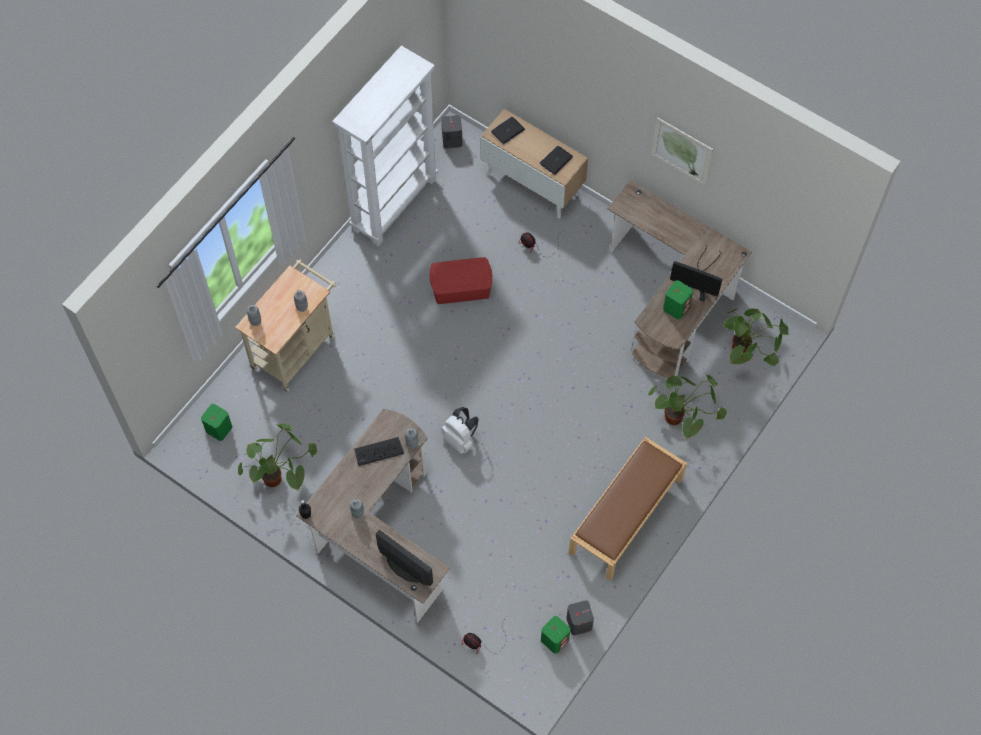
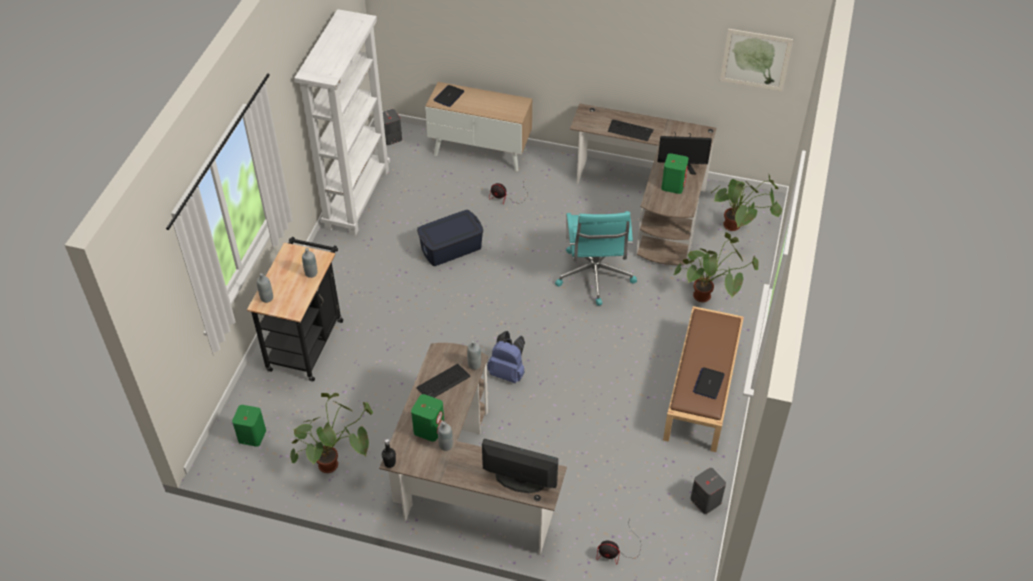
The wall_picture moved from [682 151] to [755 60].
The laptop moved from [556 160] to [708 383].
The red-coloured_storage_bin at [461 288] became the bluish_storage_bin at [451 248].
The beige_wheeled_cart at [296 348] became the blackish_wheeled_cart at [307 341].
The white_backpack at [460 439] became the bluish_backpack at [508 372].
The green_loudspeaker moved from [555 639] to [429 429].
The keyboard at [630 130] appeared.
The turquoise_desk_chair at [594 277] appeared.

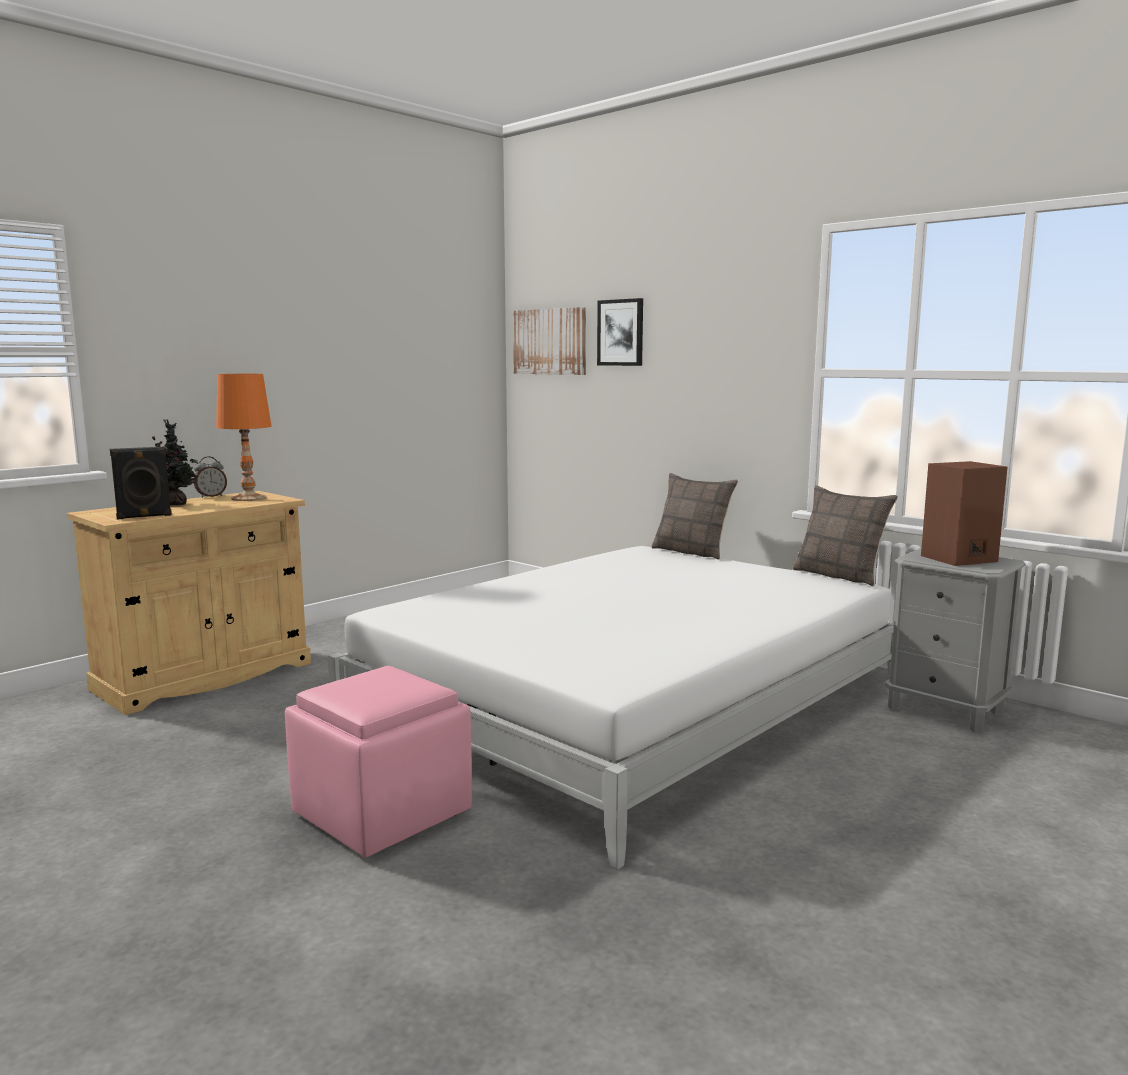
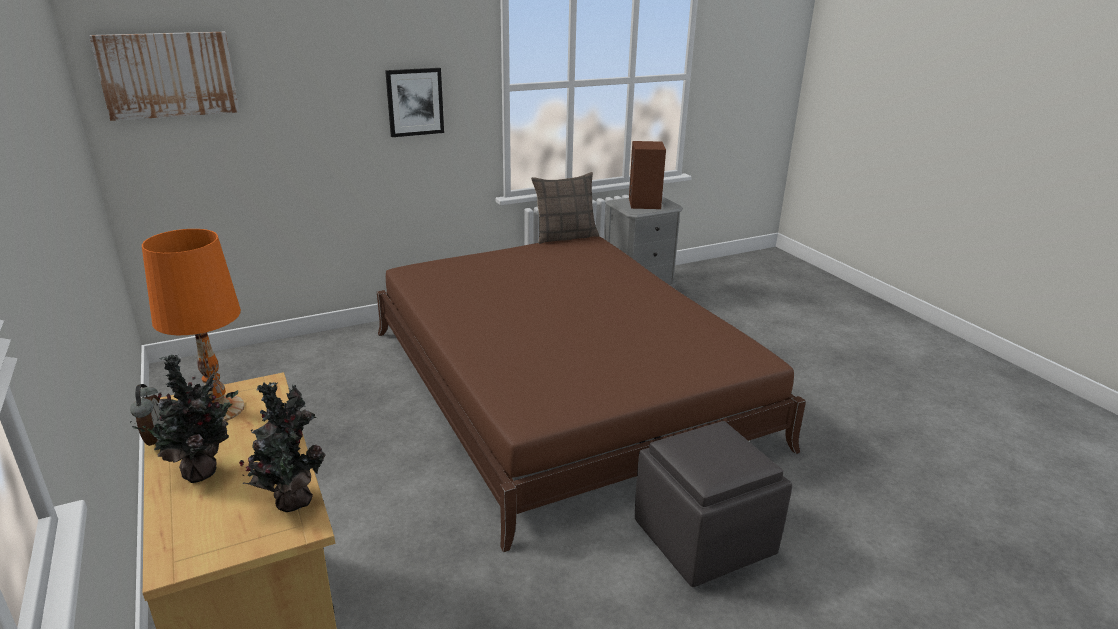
The wall_picture moved from [621 332] to [415 102].
The blackish_loudspeaker at [144 516] was replaced by the houseplant at [291 500].
The cushion at [692 552] disappeared.
The white_bedroom_bed at [630 704] became the brown-coloured_bedroom_bed at [563 386].
The pink_pouffe at [384 813] became the gray_pouffe at [703 537].

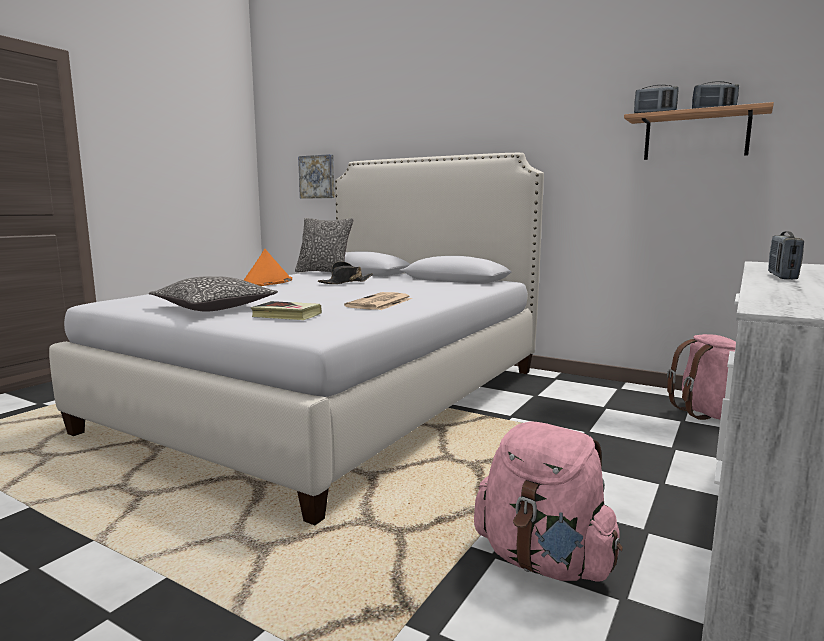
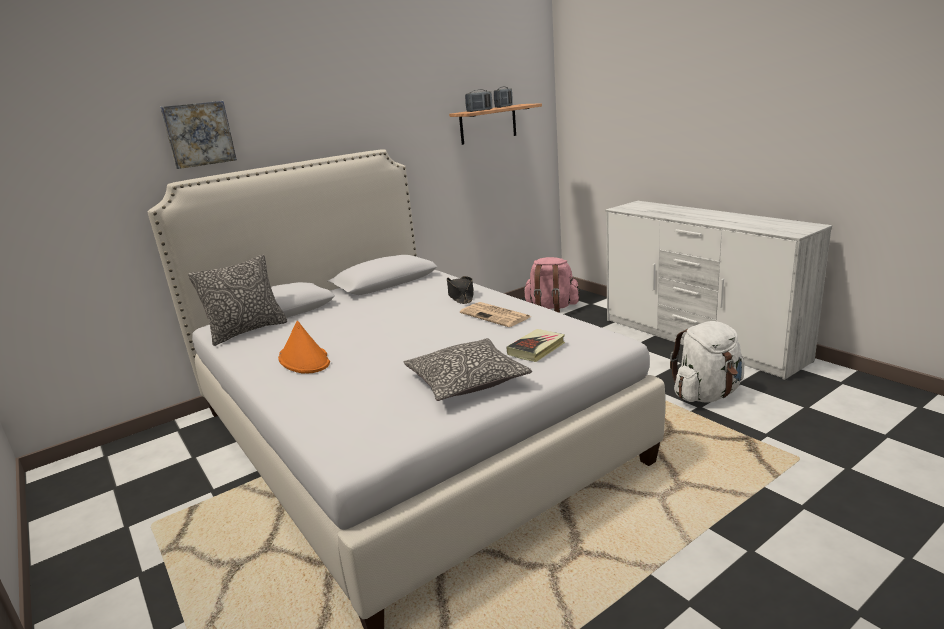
The wall_picture moved from [317 177] to [199 134].
The radio at [782 276] disappeared.
The blackish_clothing_hat moved from [346 282] to [461 296].
The pink_backpack at [543 561] became the white_backpack at [707 394].

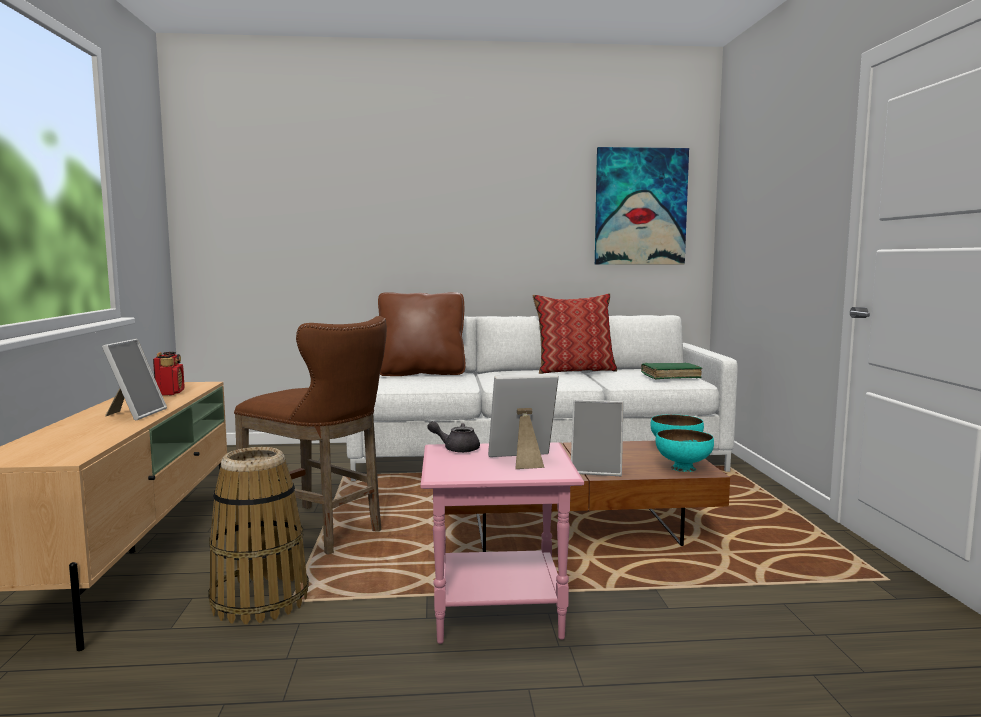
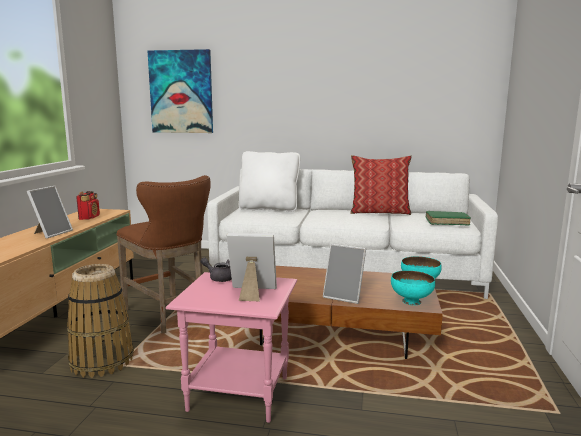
The wall_picture moved from [640 207] to [181 92].
The brown-coloured_cushion at [422 373] became the white_cushion at [269 208].

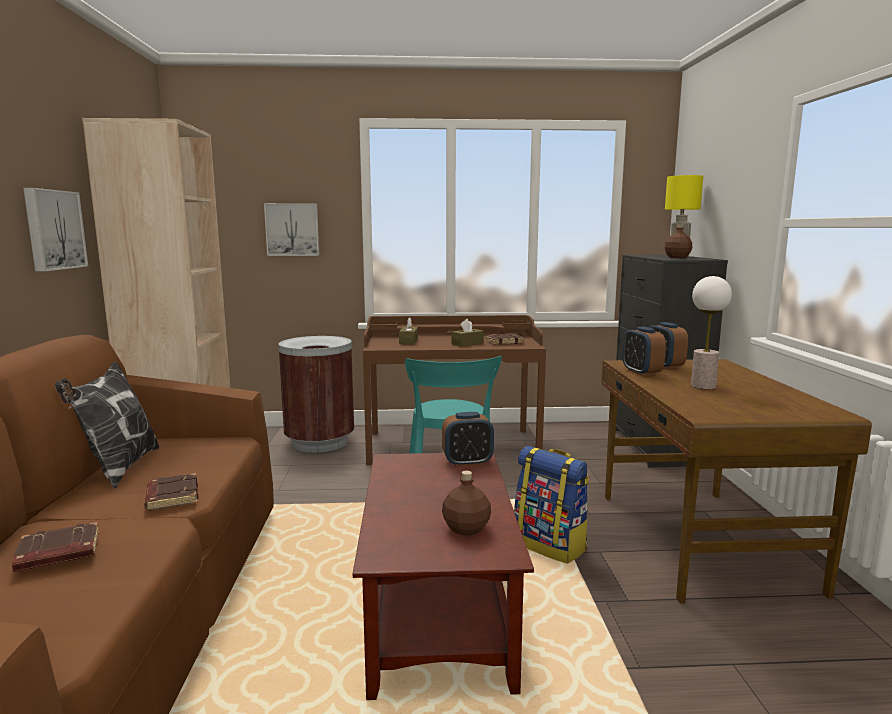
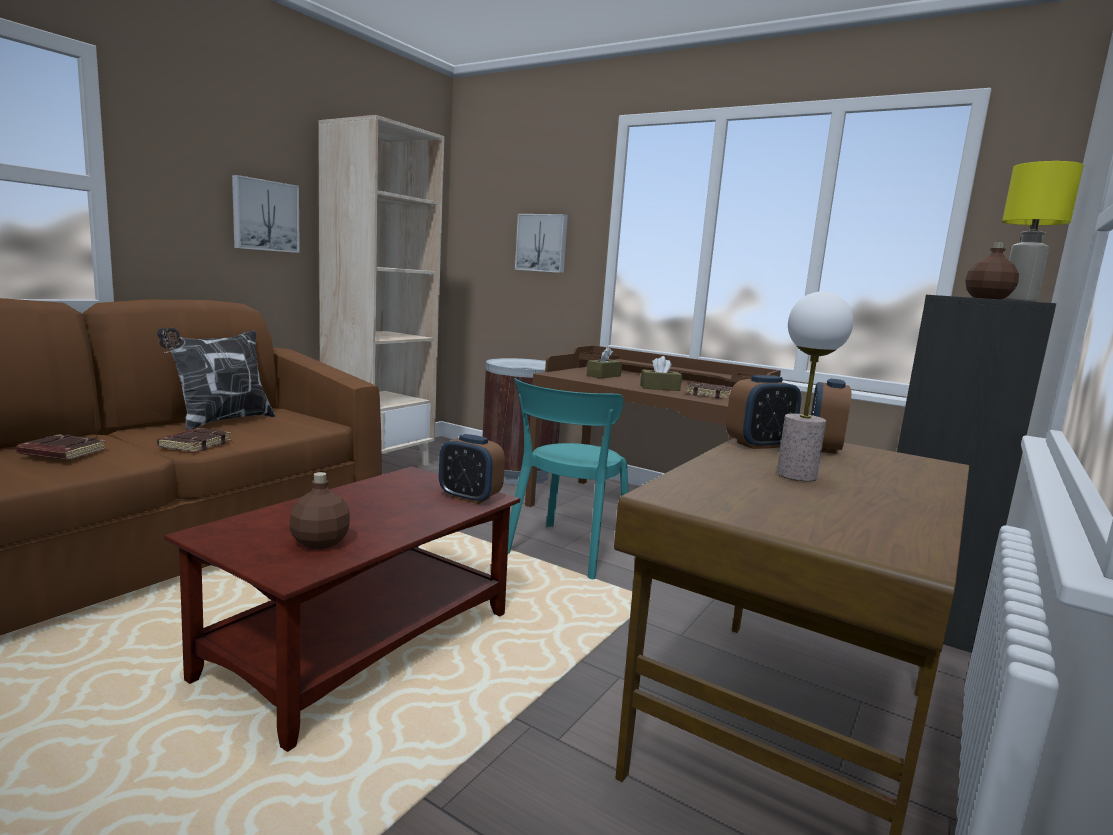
The bedside_clock at [641 372] turned 135 degrees counterclockwise.
The backpack at [550 545] disappeared.

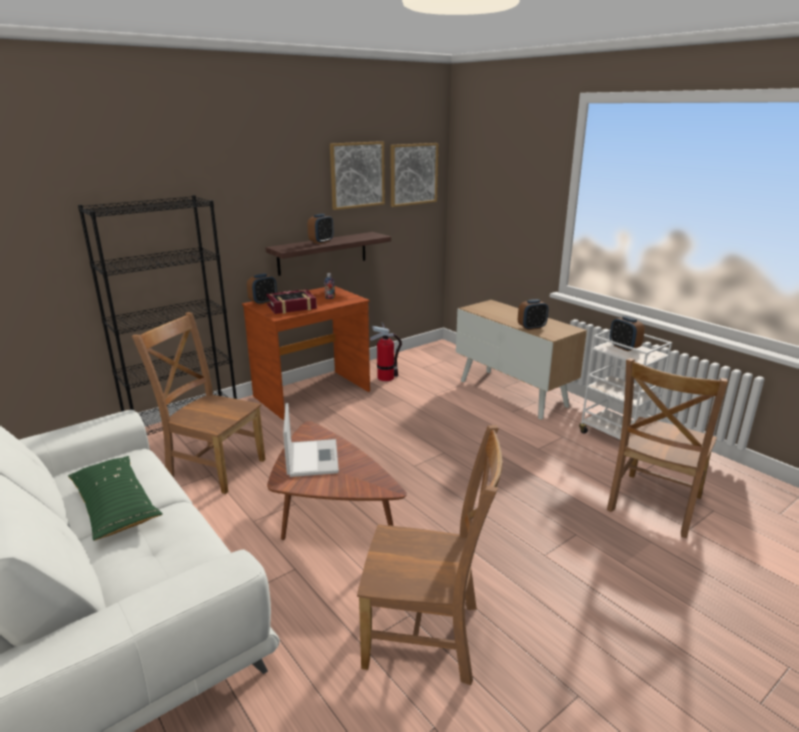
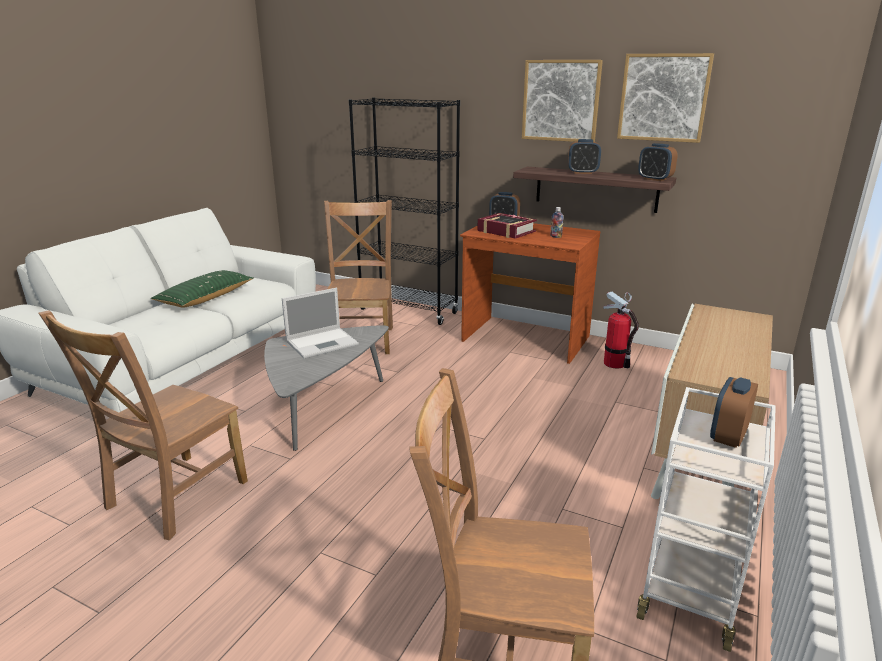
The wall_picture moved from [413 174] to [561 101].
The bedside_clock moved from [531 327] to [655 179].
The brown-coloured_low_table at [330 517] became the gray_low_table at [322 406].
The brown-coloured_upright_chair at [428 637] turned 45 degrees clockwise.

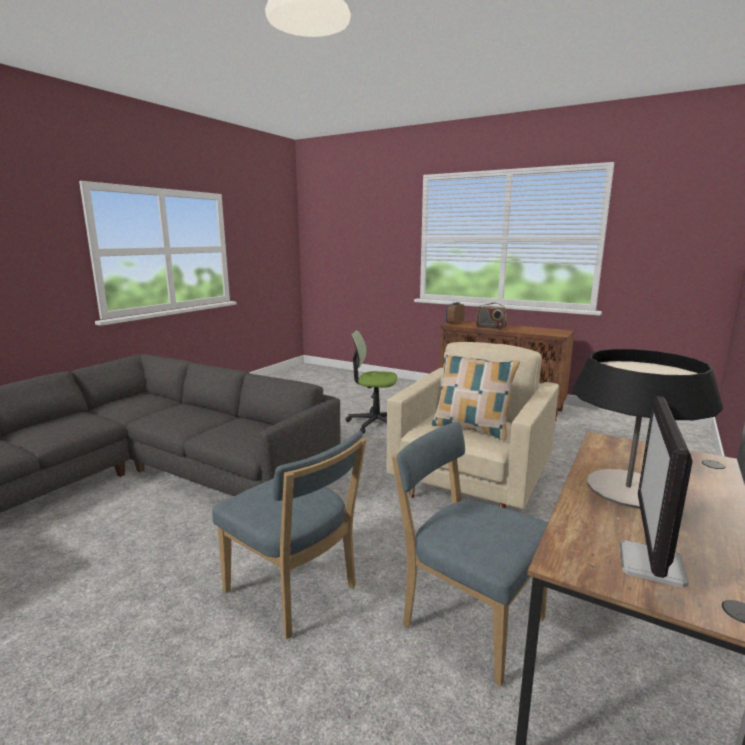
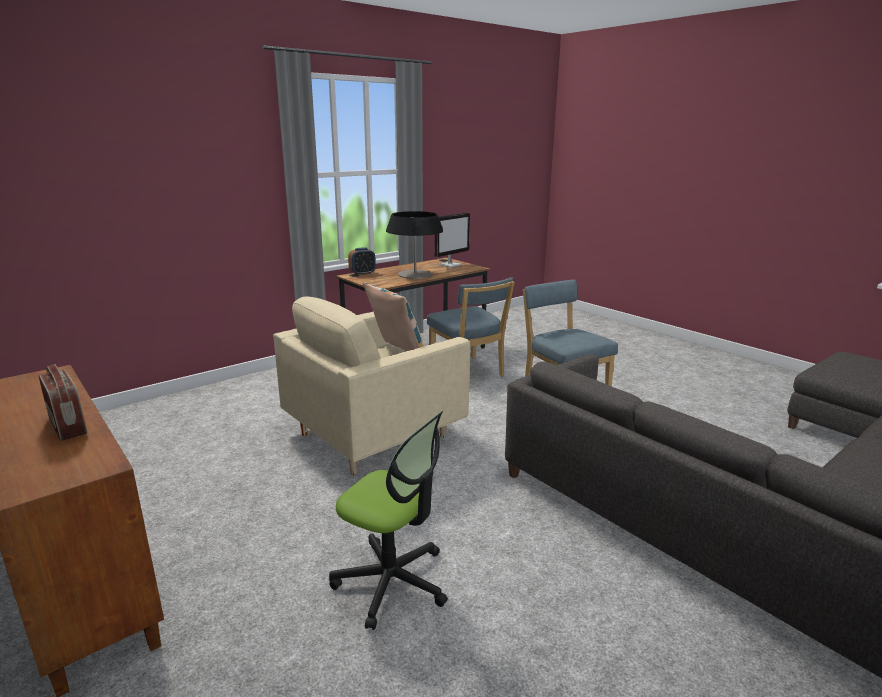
The bedside_clock moved from [454 323] to [362 273].

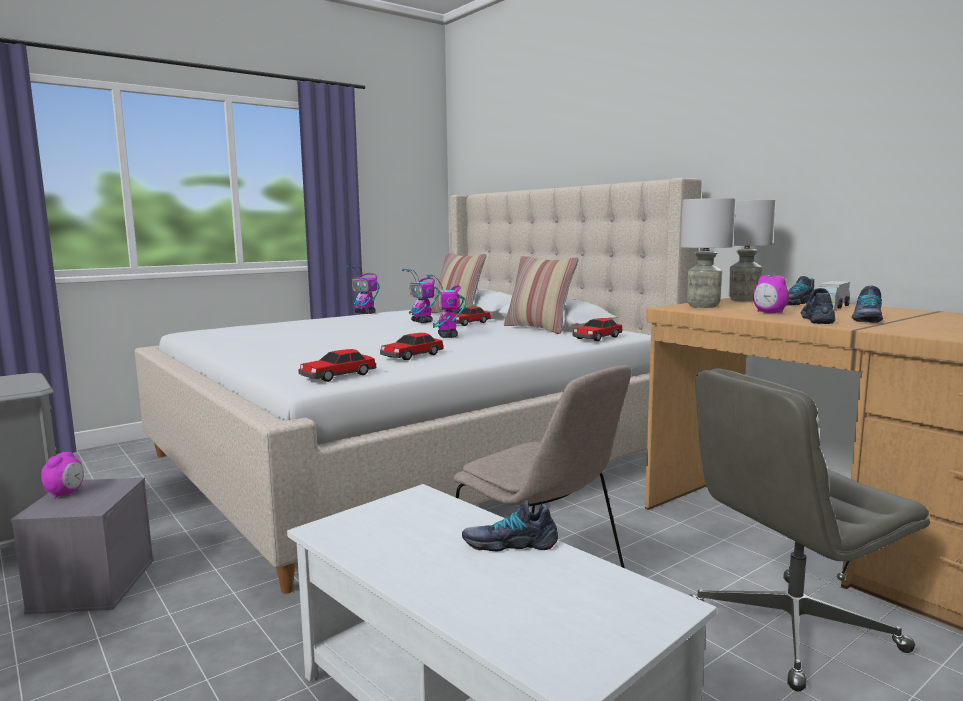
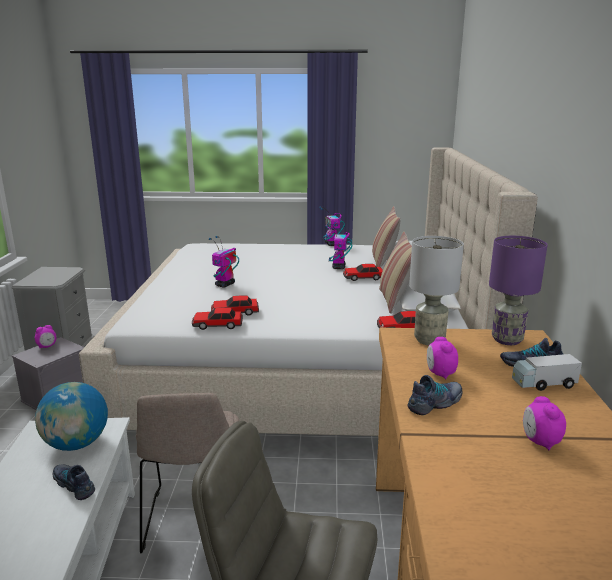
The gray_lamp_for_a_table at [743 300] became the purple-coloured_lamp_for_a_table at [506 339].
The toy_robot moved from [447 336] to [225 285].
The low_shoe at [866 319] disappeared.
The model_car moved from [337 376] to [217 325].
The world_globe at [77 444] appeared.
The bedside_clock at [539 442] appeared.

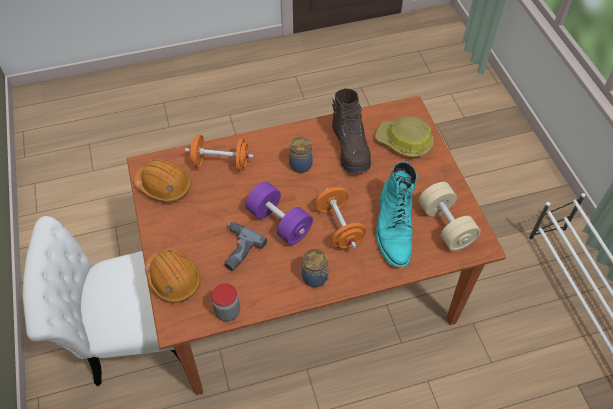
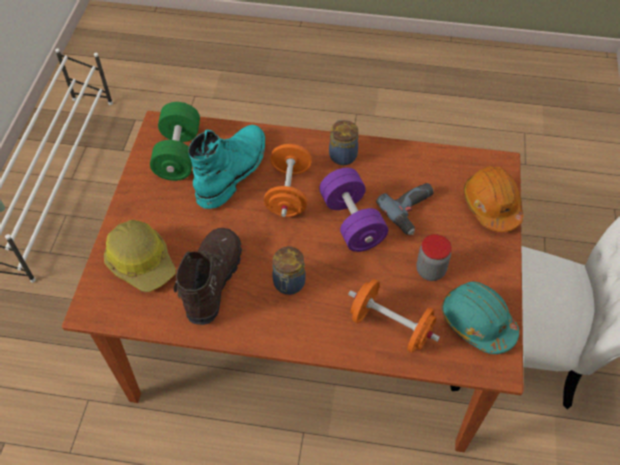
The orange-coloured_work_helmet at [164 186] became the turquoise_work_helmet at [477 322].
The beige_hand_weight at [445 225] became the green_hand_weight at [178 154].
The preserve_jar moved from [227 311] to [430 270].

